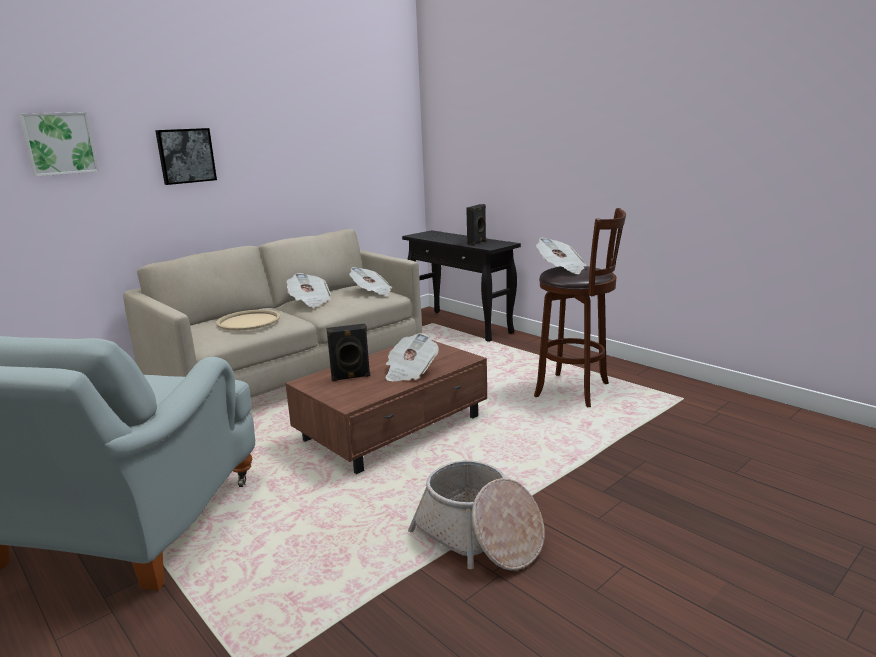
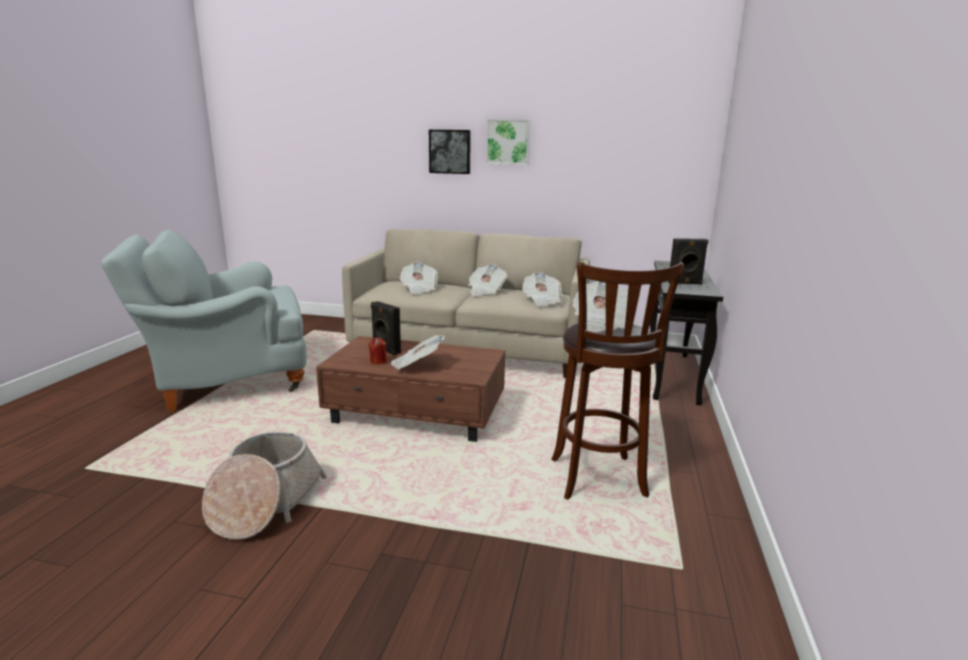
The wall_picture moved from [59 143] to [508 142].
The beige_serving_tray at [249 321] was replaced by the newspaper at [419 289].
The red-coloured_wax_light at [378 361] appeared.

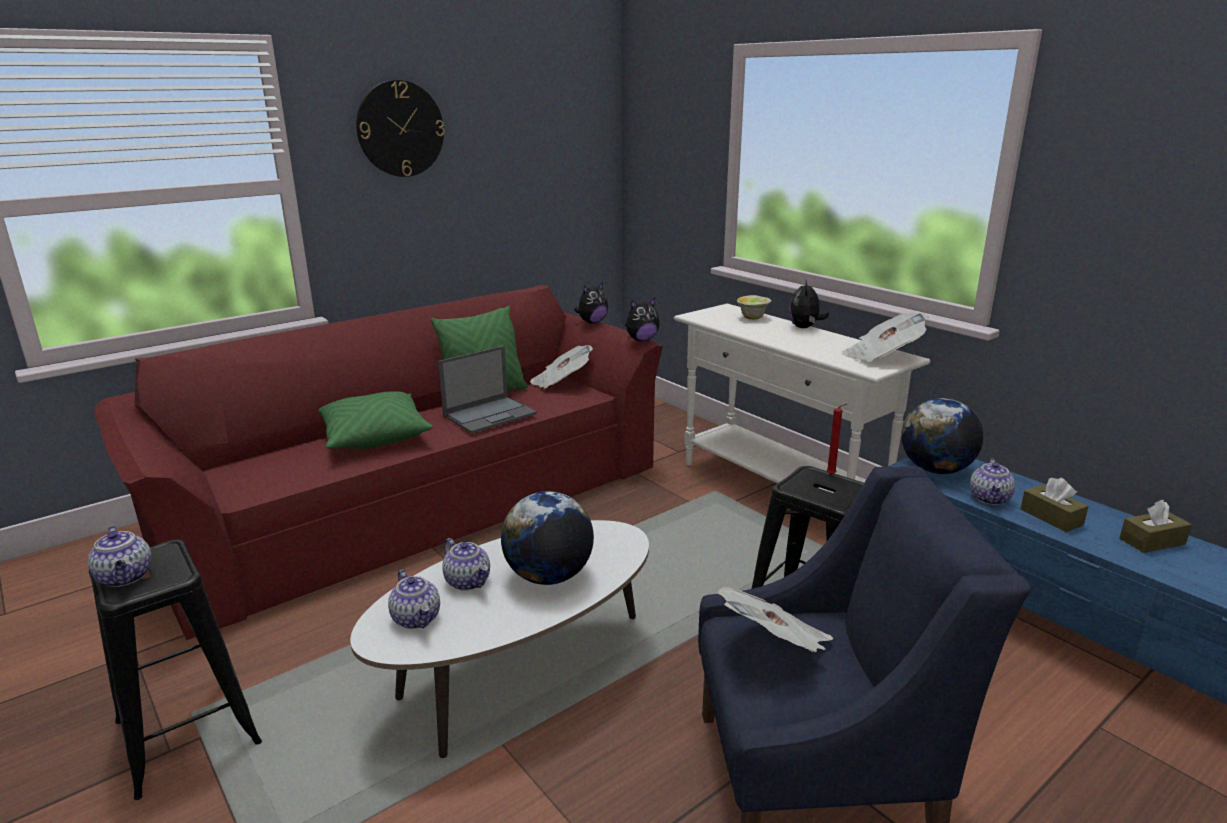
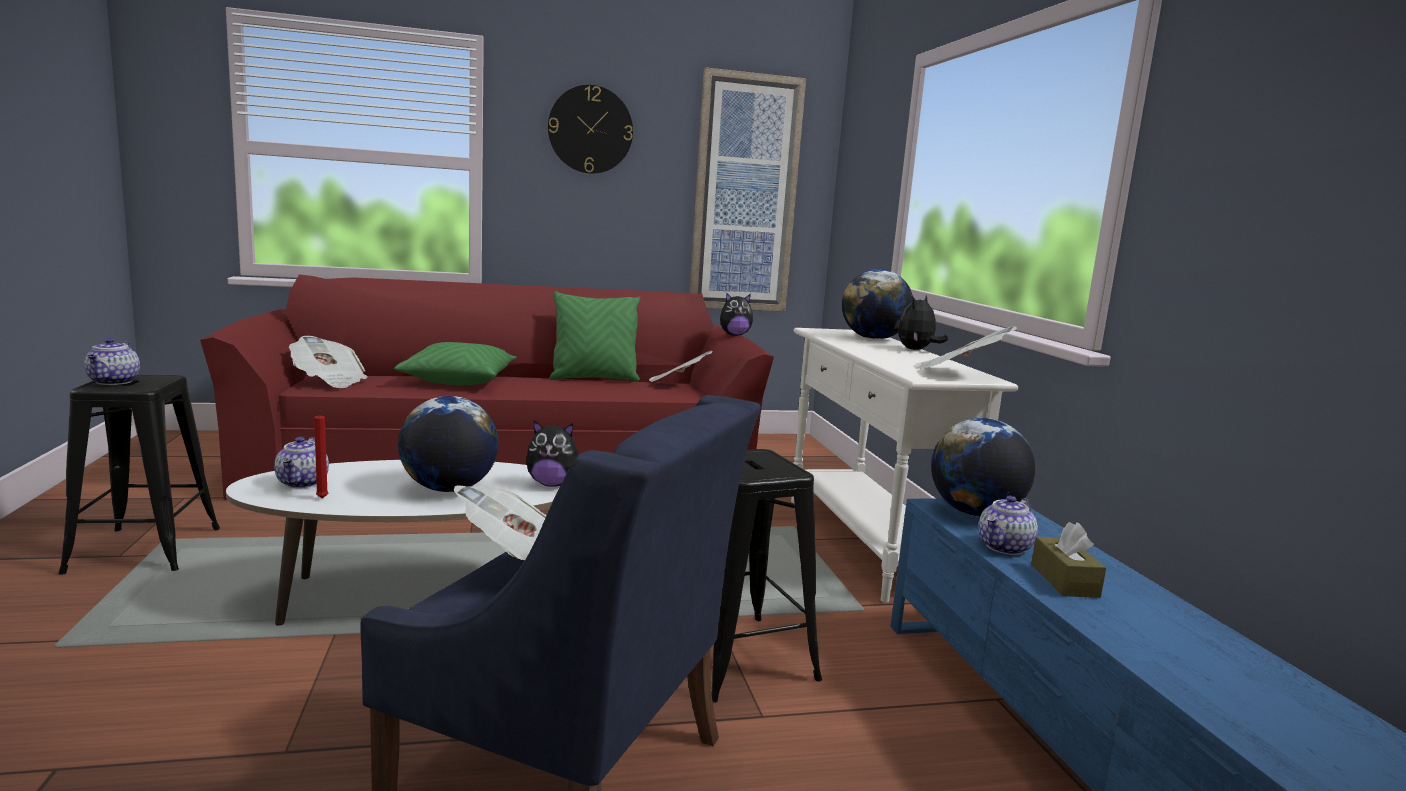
The serving_bowl at [753 318] was replaced by the world_globe at [873 339].
The plush_toy moved from [641 340] to [552 484].
The laptop at [490 414] disappeared.
The red-coloured_wax_light moved from [832 475] to [322 499].
The brown-coloured_tissue_box at [1152 541] disappeared.
The tea_pot at [468 581] disappeared.
The wall_picture at [745 194] appeared.
The newspaper at [329 381] appeared.

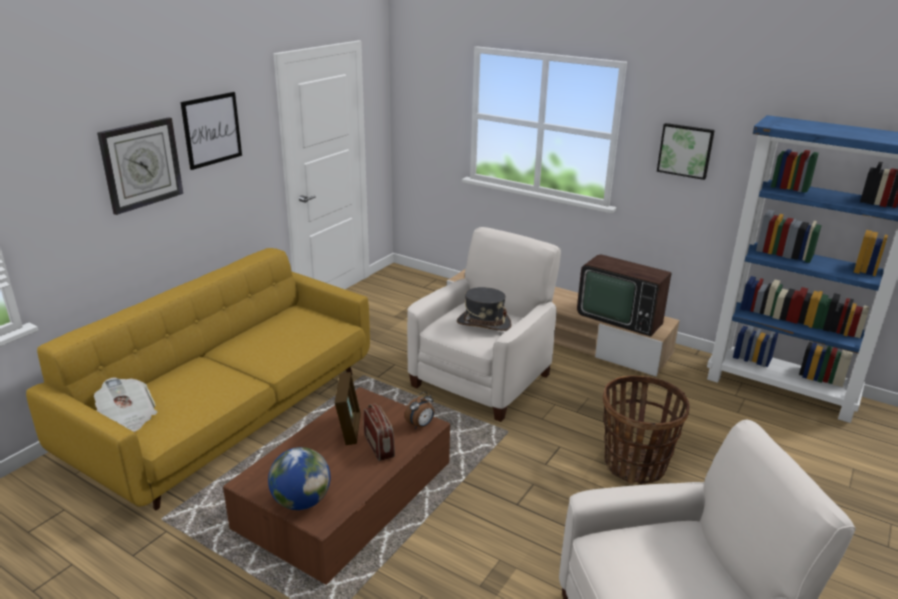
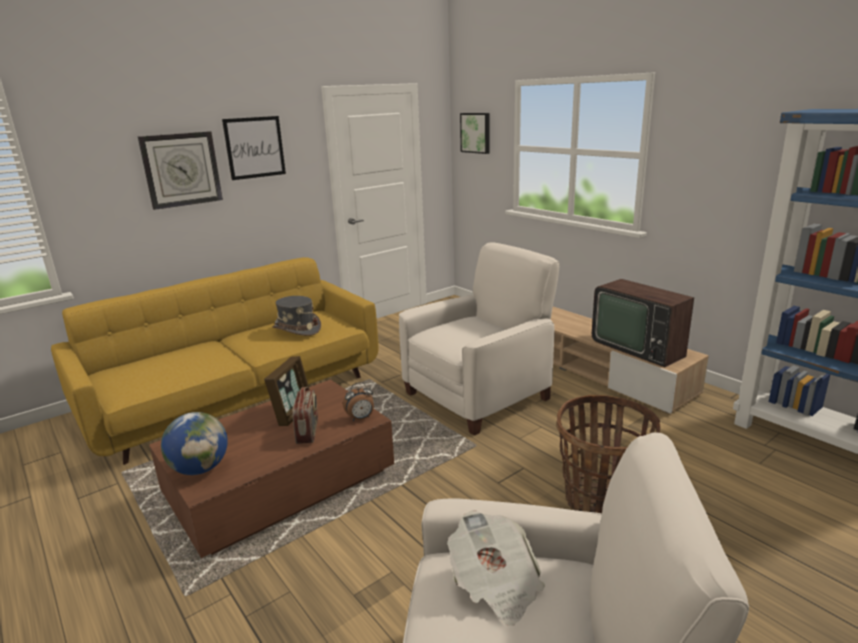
The wall_picture moved from [685 150] to [476 133].
The gray_clothing_hat moved from [483 323] to [297 329].
The newspaper moved from [128 417] to [495 585].

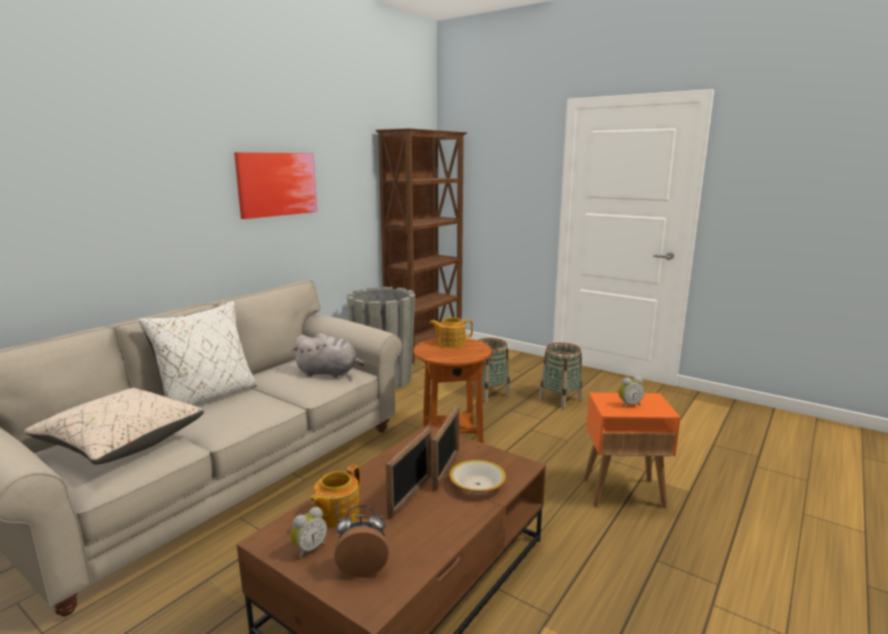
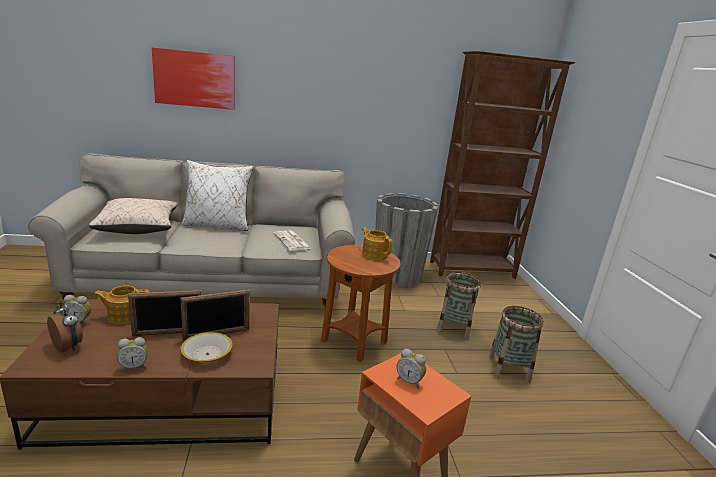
The wall_picture moved from [277 184] to [195 79].
The gray_plush_toy at [329 373] was replaced by the newspaper at [292 241].
The bedside_clock at [134 366] appeared.

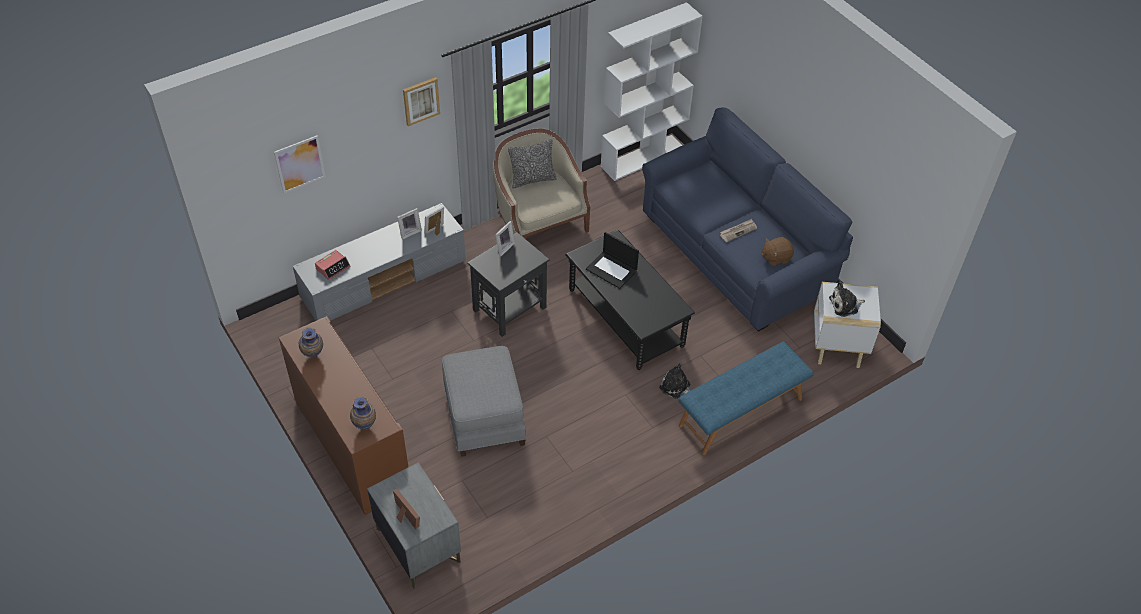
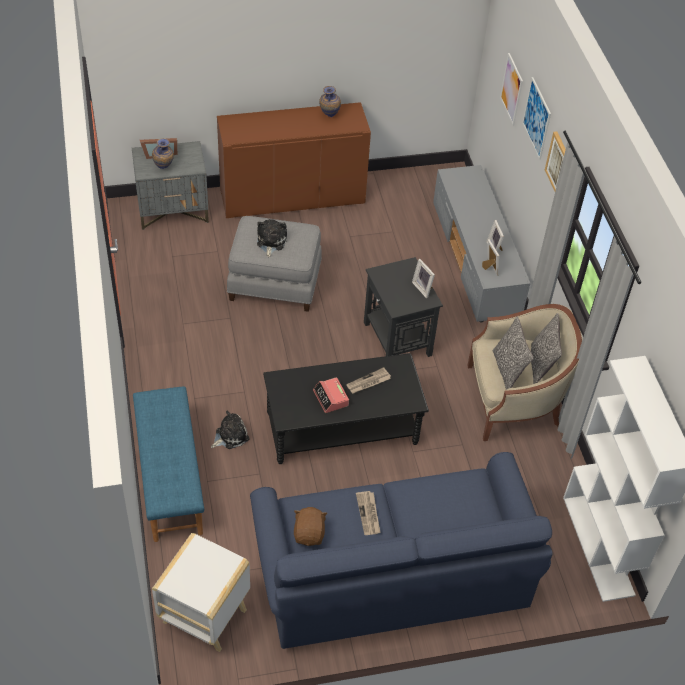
The laptop at [612 270] was replaced by the newspaper at [368 382].
The bedside_clock moved from [333 267] to [331 398].
The plush_toy moved from [845 305] to [270 242].
The vase moved from [365 426] to [164 168].
The wall_picture at [536 118] appeared.
The cushion at [507 370] appeared.

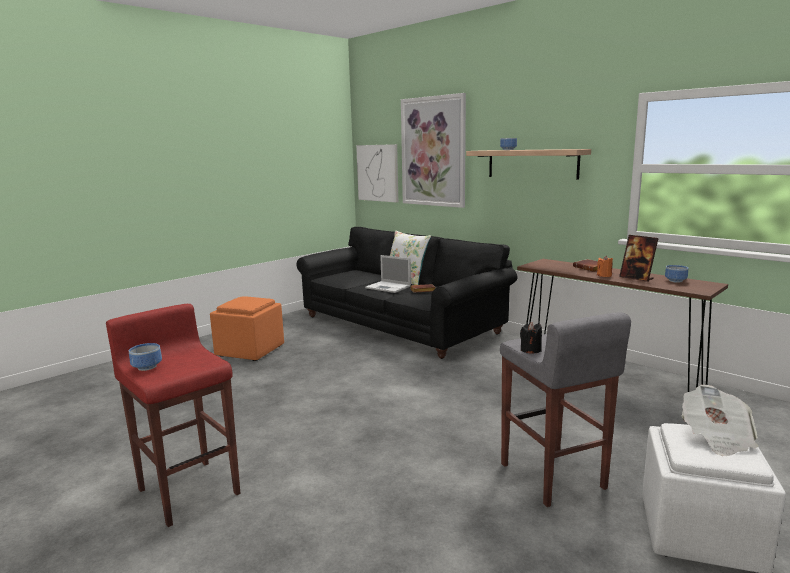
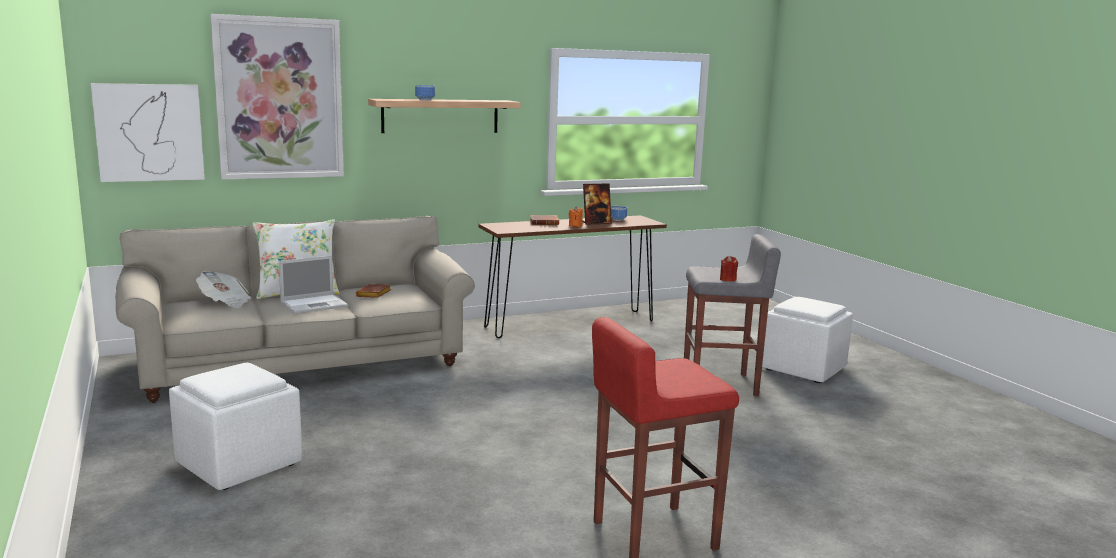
The blackish_sofa at [399 325] became the beige_sofa at [302 361].
The orange-coloured_pouffe at [251 350] became the white_pouffe at [239 463].
The blackish_wax_light at [530 350] became the red-coloured_wax_light at [728 279].
The serving_bowl at [146 367] disappeared.
The newspaper moved from [716 437] to [225 302].

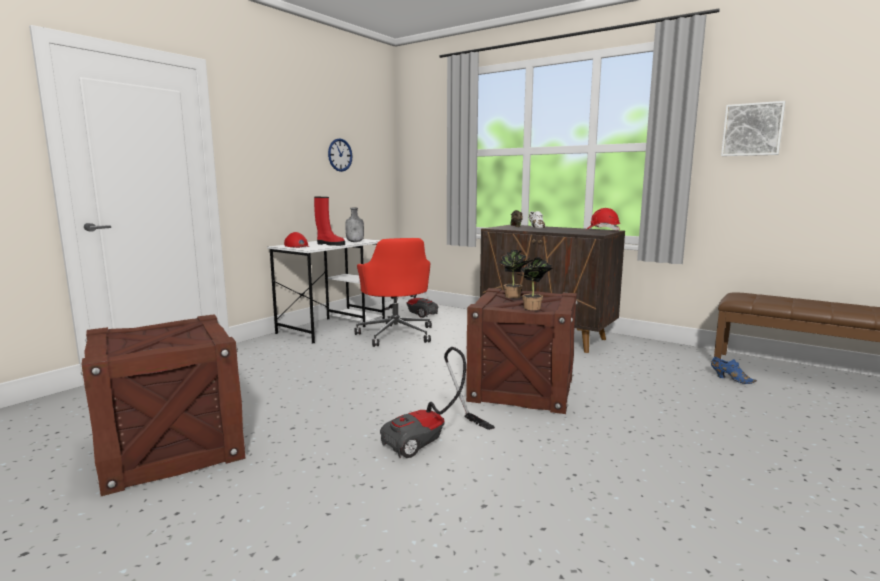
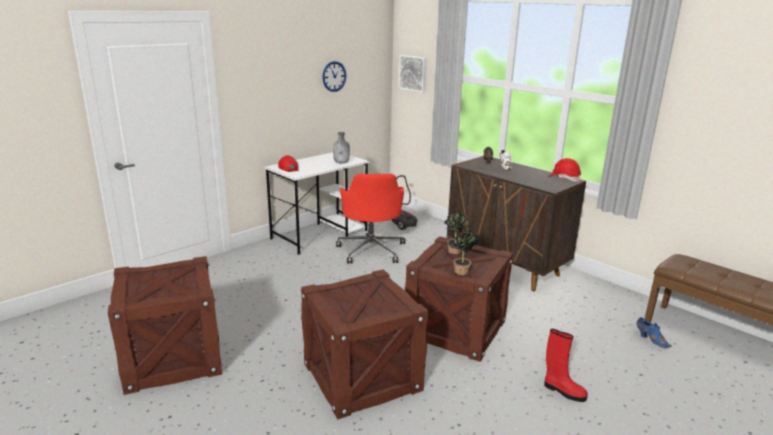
The wall_picture moved from [752 129] to [413 73].
The red-coloured_high-top_boot moved from [330 244] to [563 391].
The vacuum at [432 441] was replaced by the shipping_crate at [361 377].

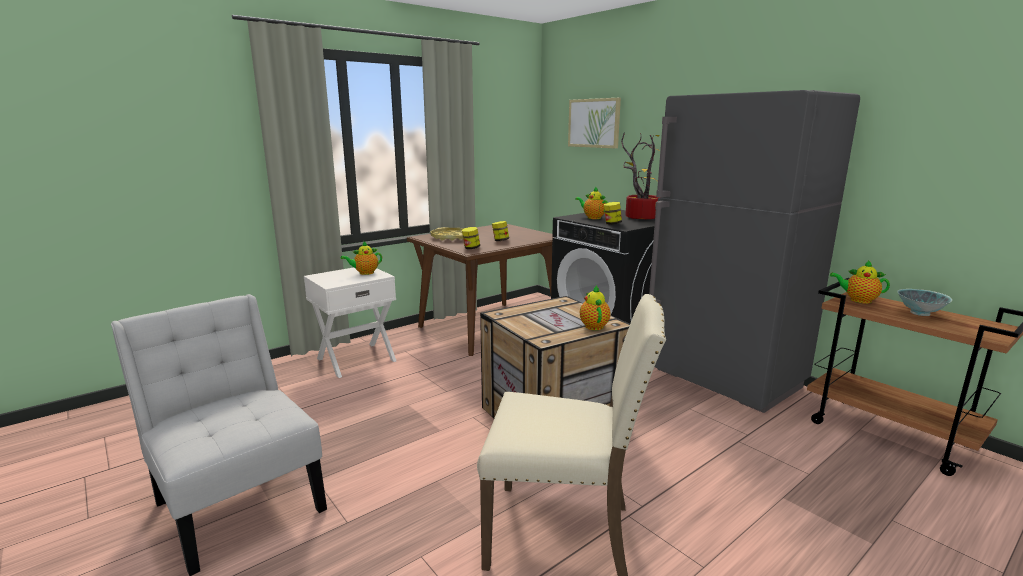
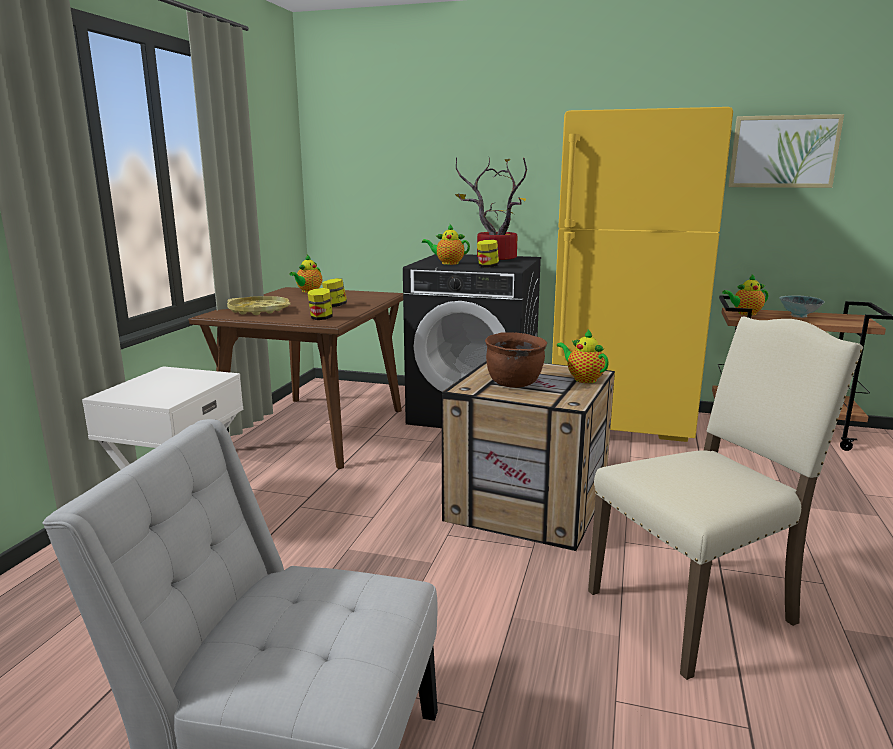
The gray_fridge at [723 381] became the yellow-coloured_fridge at [621 424].
The wall_picture moved from [594 123] to [783 152].
The tea_pot moved from [364 273] to [308 291].
The brown-coloured_cooking_pot at [514 383] appeared.

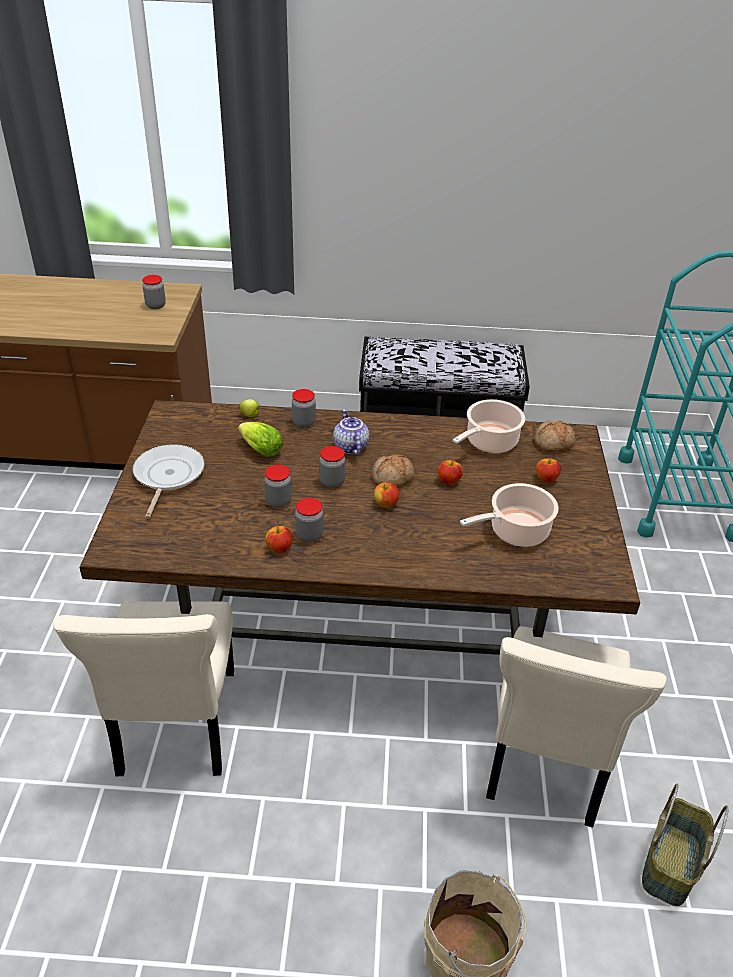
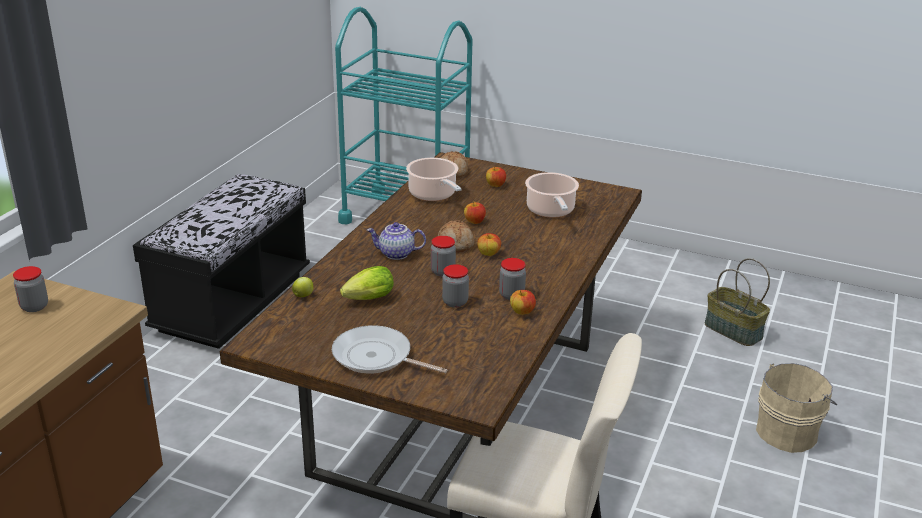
The preserve_jar at [304 423] disappeared.
The beige_upright_chair at [545 763] disappeared.

